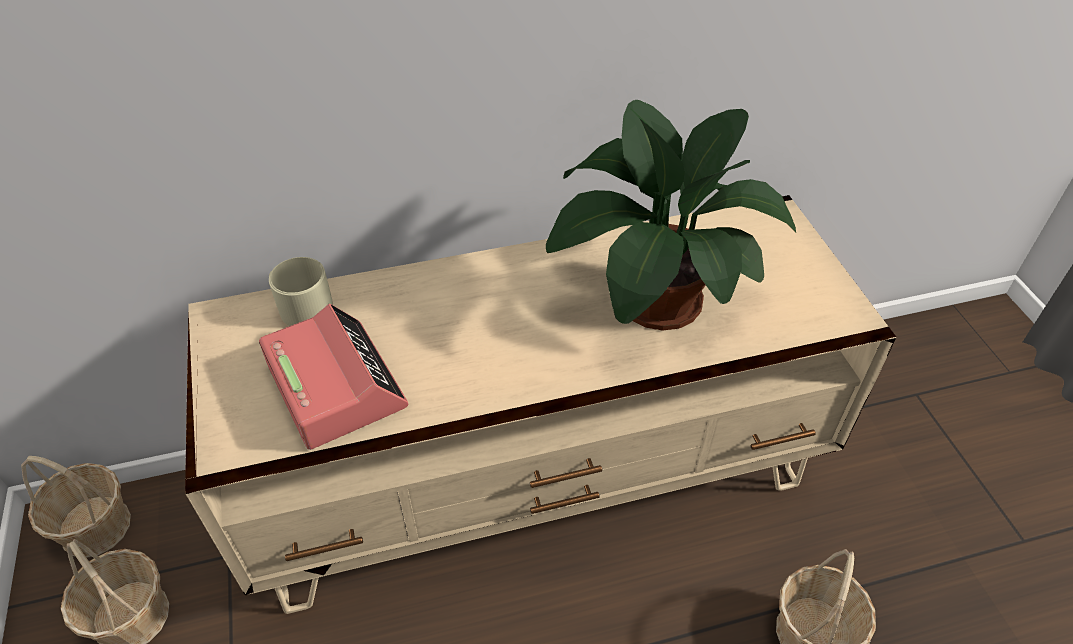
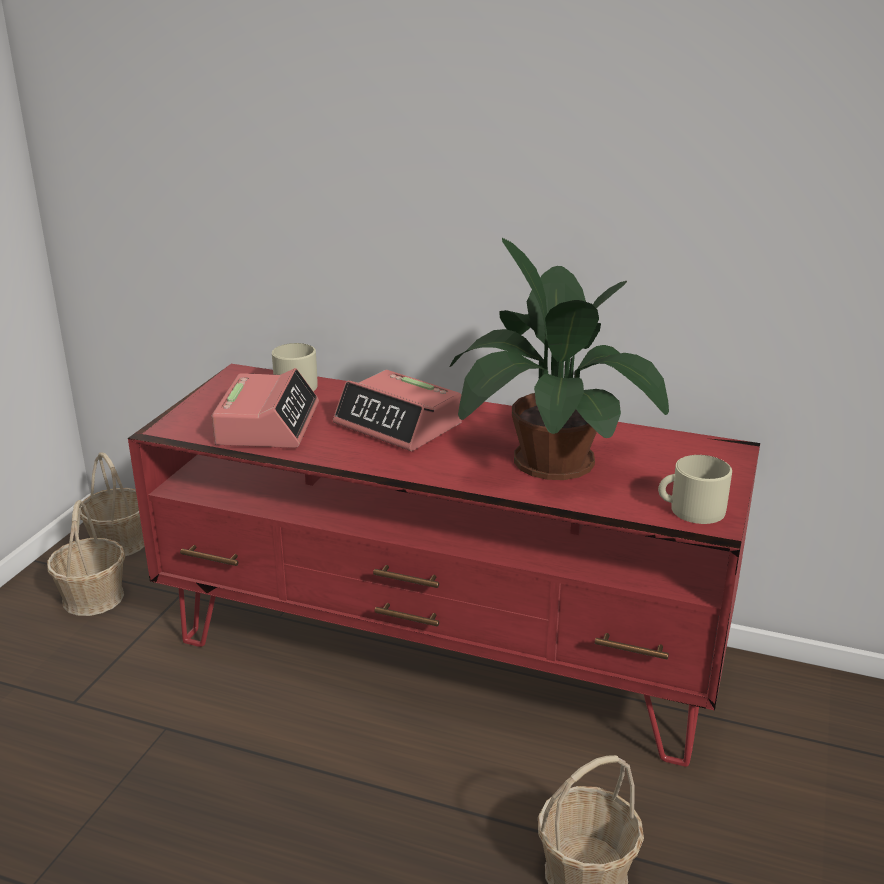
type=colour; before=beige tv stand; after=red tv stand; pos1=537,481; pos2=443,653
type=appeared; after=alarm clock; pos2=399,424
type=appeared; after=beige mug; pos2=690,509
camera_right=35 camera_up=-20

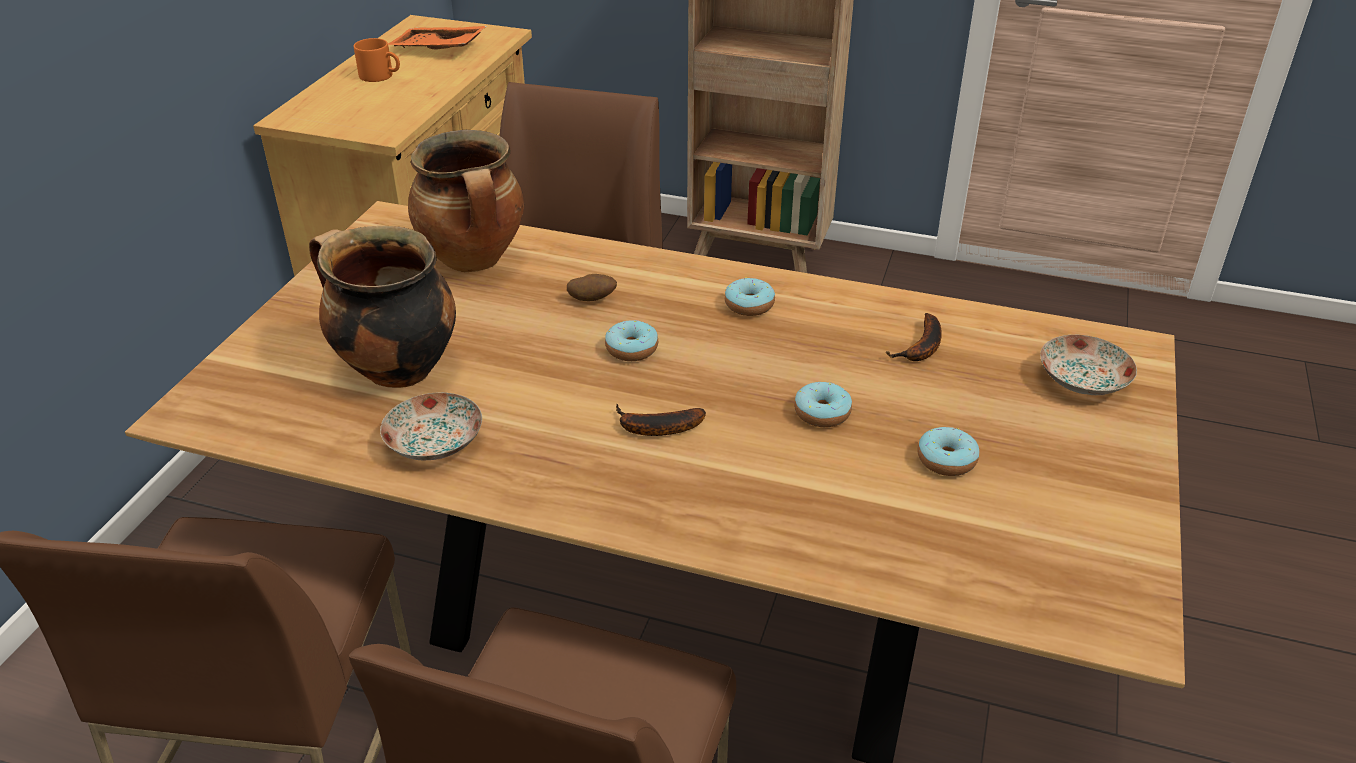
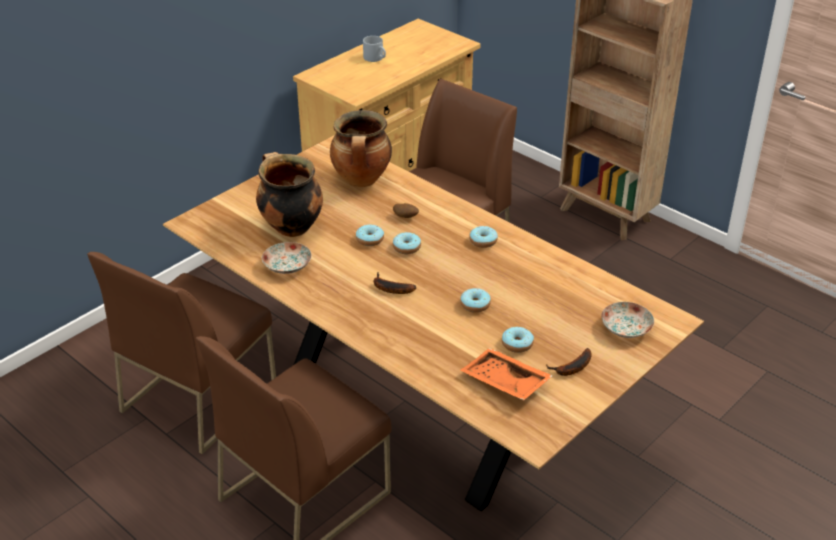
type=relocated; before=orange tray; pos1=437,49; pos2=504,383
type=colour; before=orange mug; after=grey mug; pos1=381,76; pos2=376,58
type=relocated; before=banana; pos1=922,348; pos2=572,368
type=appeared; after=donut; pos2=370,240
camera_right=25 camera_up=0

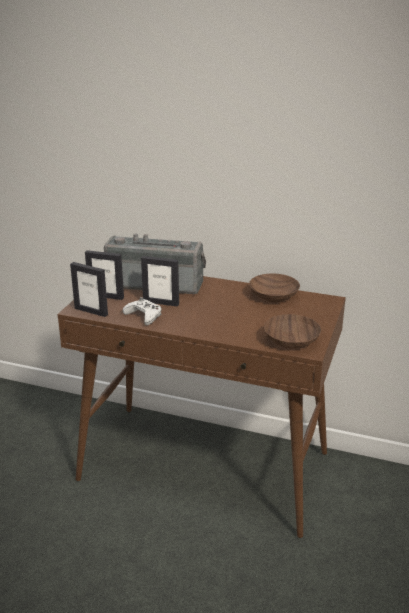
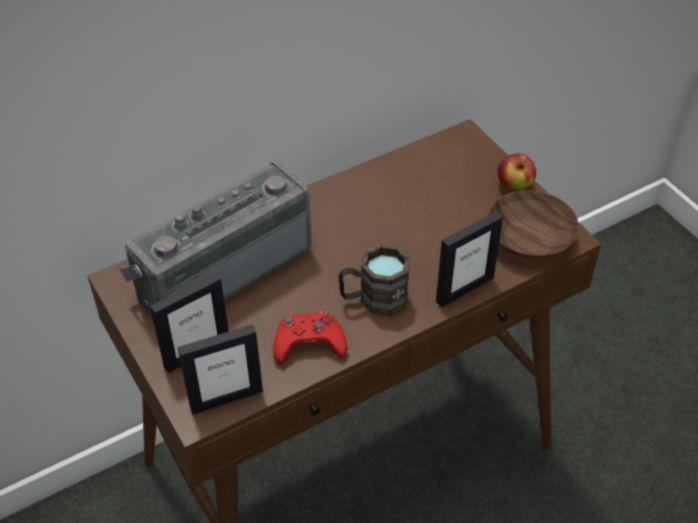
type=relocated; before=picture frame; pos1=161,303; pos2=464,289
type=missing; before=brown bowl; pos1=275,296
type=colour; before=white game controller; after=red game controller; pos1=144,316; pos2=309,343
type=appeared; after=apple; pos2=514,185
type=appeared; after=brown mug; pos2=373,299
camera_right=-50 camera_up=20

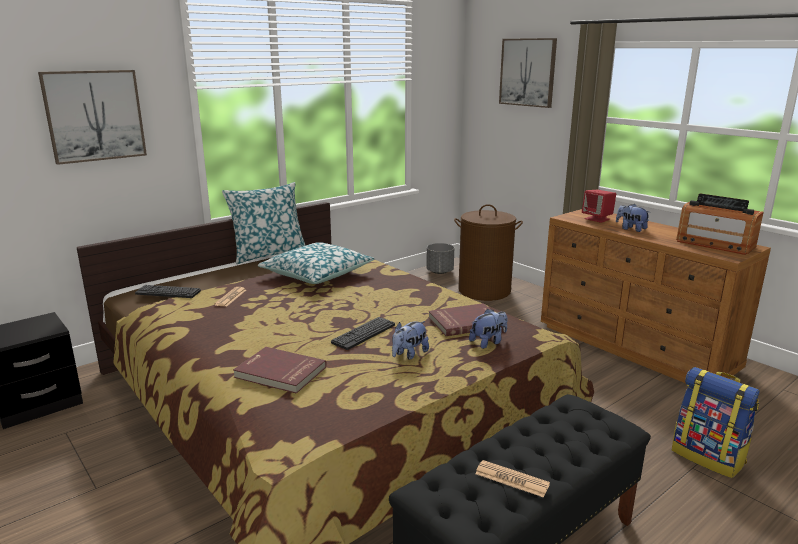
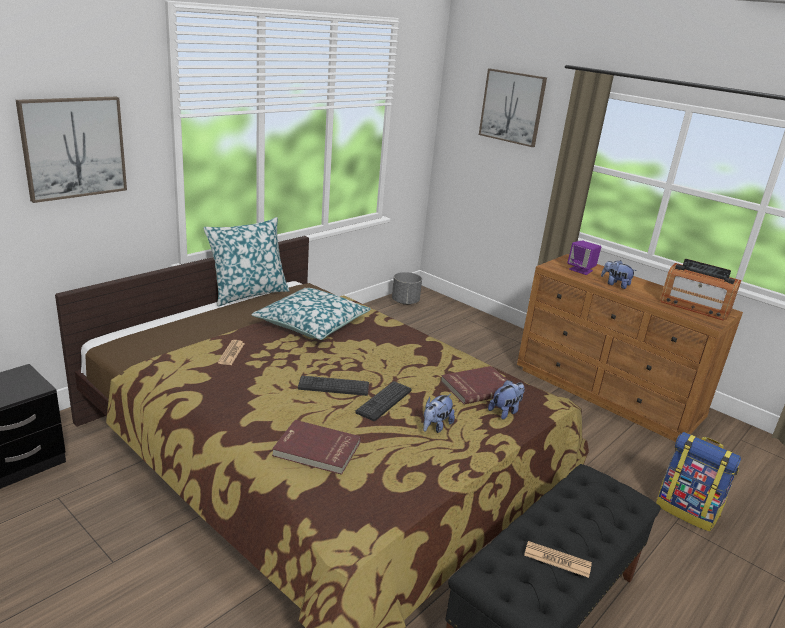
type=colour; before=red speaker; after=purple speaker; pos1=597,219; pos2=581,270
type=missing; before=brown laundry basket; pos1=484,291
type=relocated; before=keyboard; pos1=168,292; pos2=333,386
camera_right=-10 camera_up=5

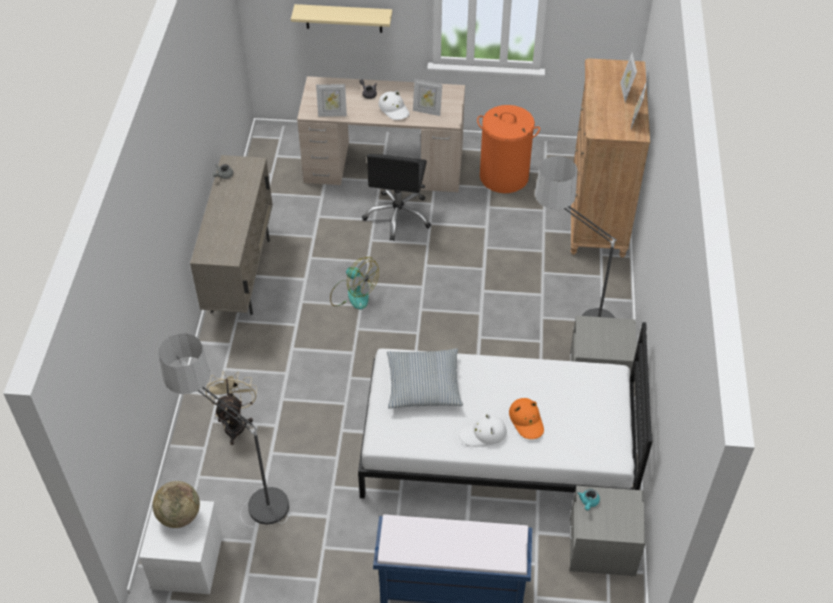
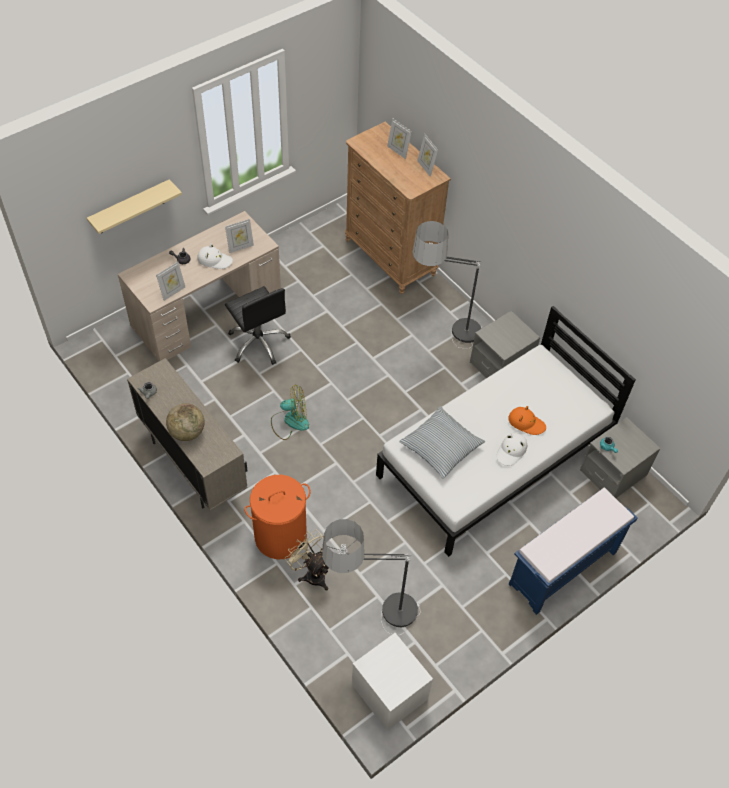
type=relocated; before=orange laundry basket; pos1=504,176; pos2=280,536
type=relocated; before=globe; pos1=179,516; pos2=187,432
camera_right=-45 camera_up=5

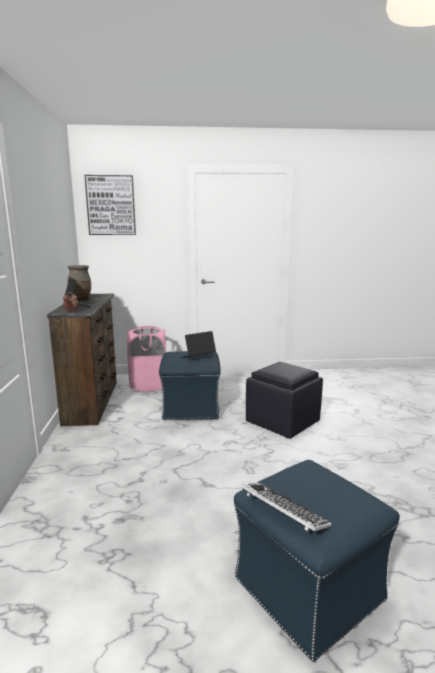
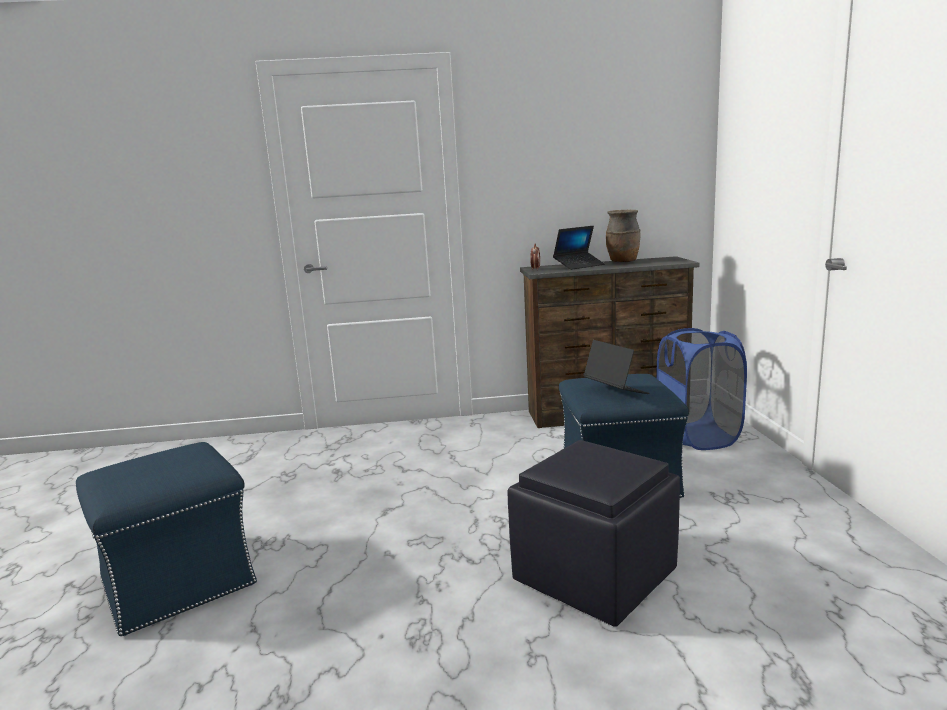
type=missing; before=picture; pos1=111,205
type=colour; before=pink laundry basket; after=blue laundry basket; pos1=149,385; pos2=697,437
type=missing; before=keyboard; pos1=283,511
camera_right=90 camera_up=0

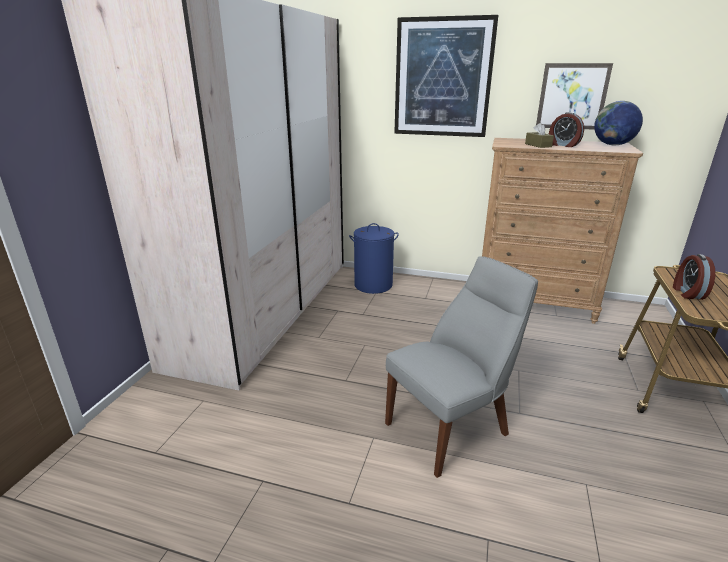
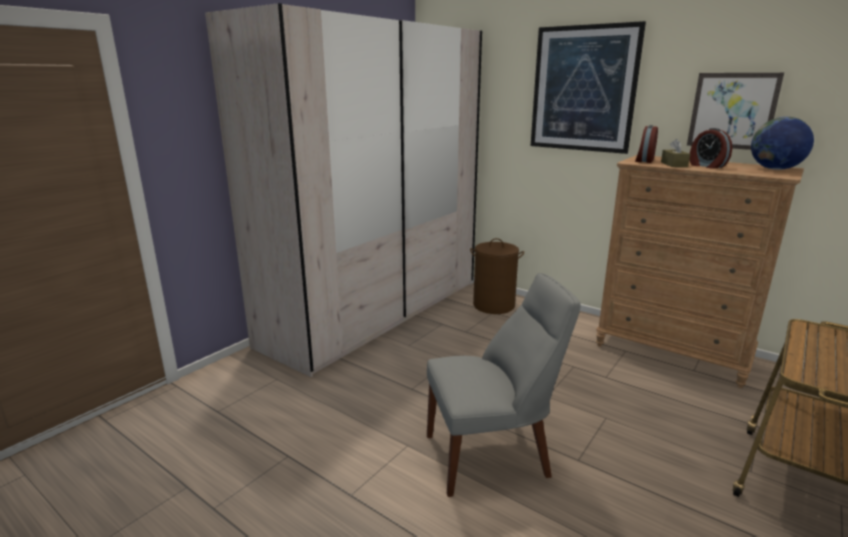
type=colour; before=blue laundry basket; after=brown laundry basket; pos1=373,285; pos2=494,305
type=relocated; before=alarm clock; pos1=687,293; pos2=644,160
camera_right=20 camera_up=-5

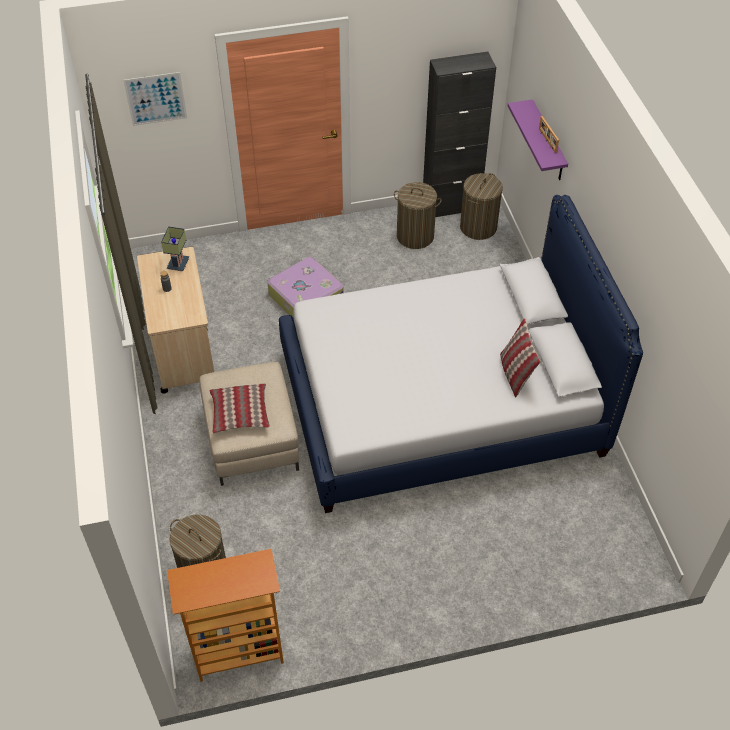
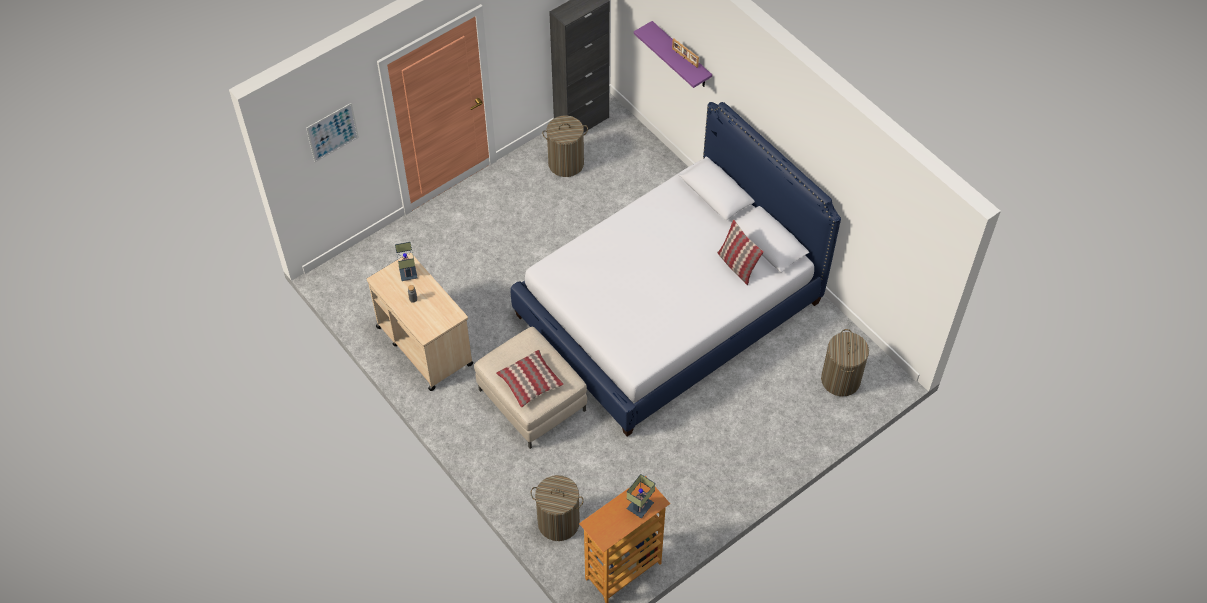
type=relocated; before=laundry basket; pos1=478,227; pos2=840,379
type=missing; before=suitcase; pos1=305,297
type=appeared; after=table lamp; pos2=639,505
camera_right=-25 camera_up=5

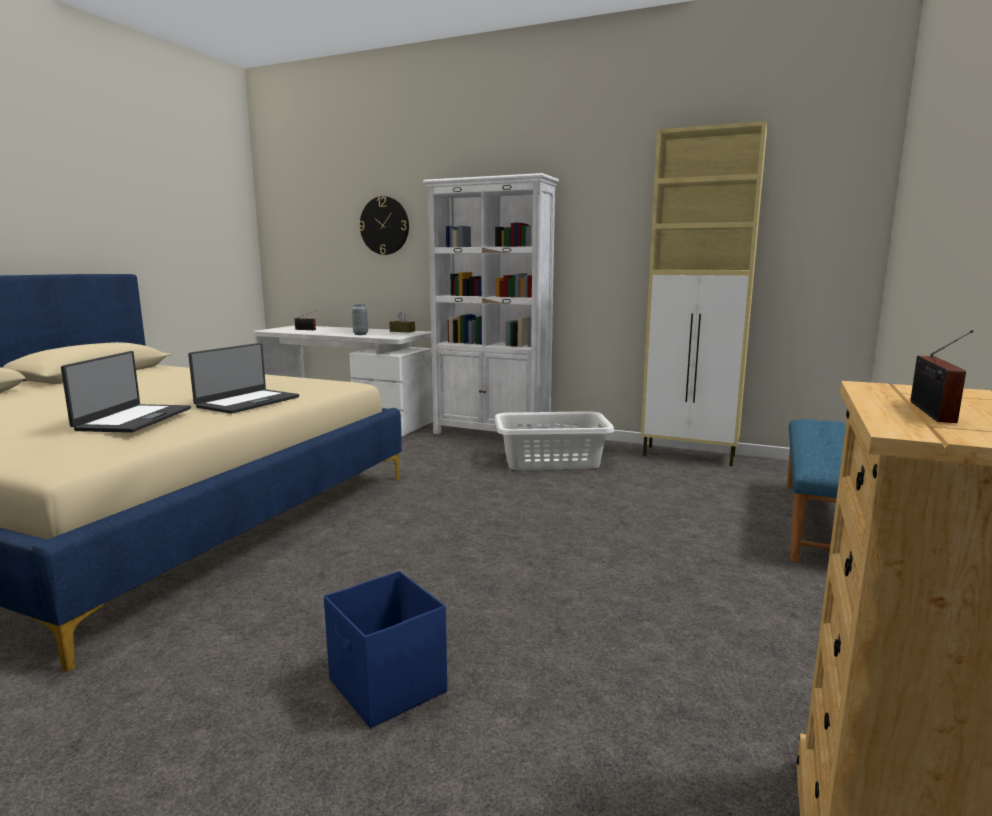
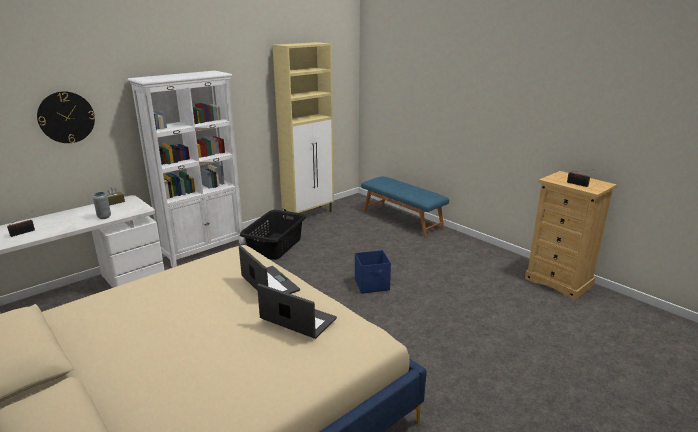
type=colour; before=white laundry basket; after=black laundry basket; pos1=552,461; pos2=276,246
type=relocated; before=blue storage box; pos1=387,687; pos2=372,285
camera_right=-65 camera_up=10

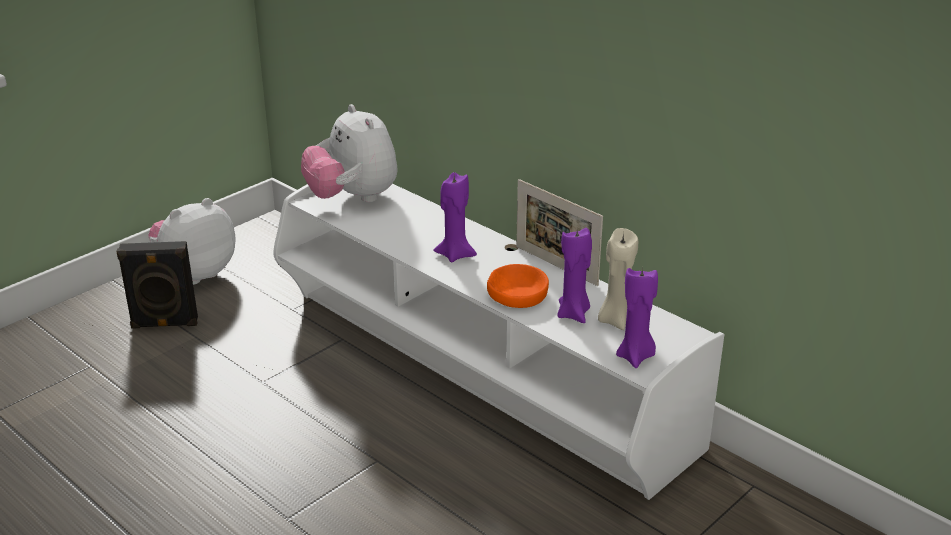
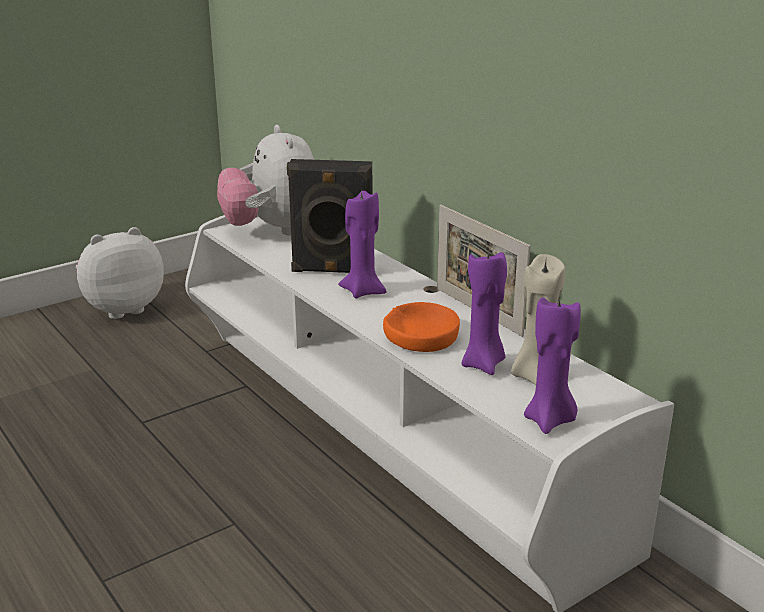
type=relocated; before=black speaker; pos1=164,324; pos2=332,270
camera_right=10 camera_up=-5

